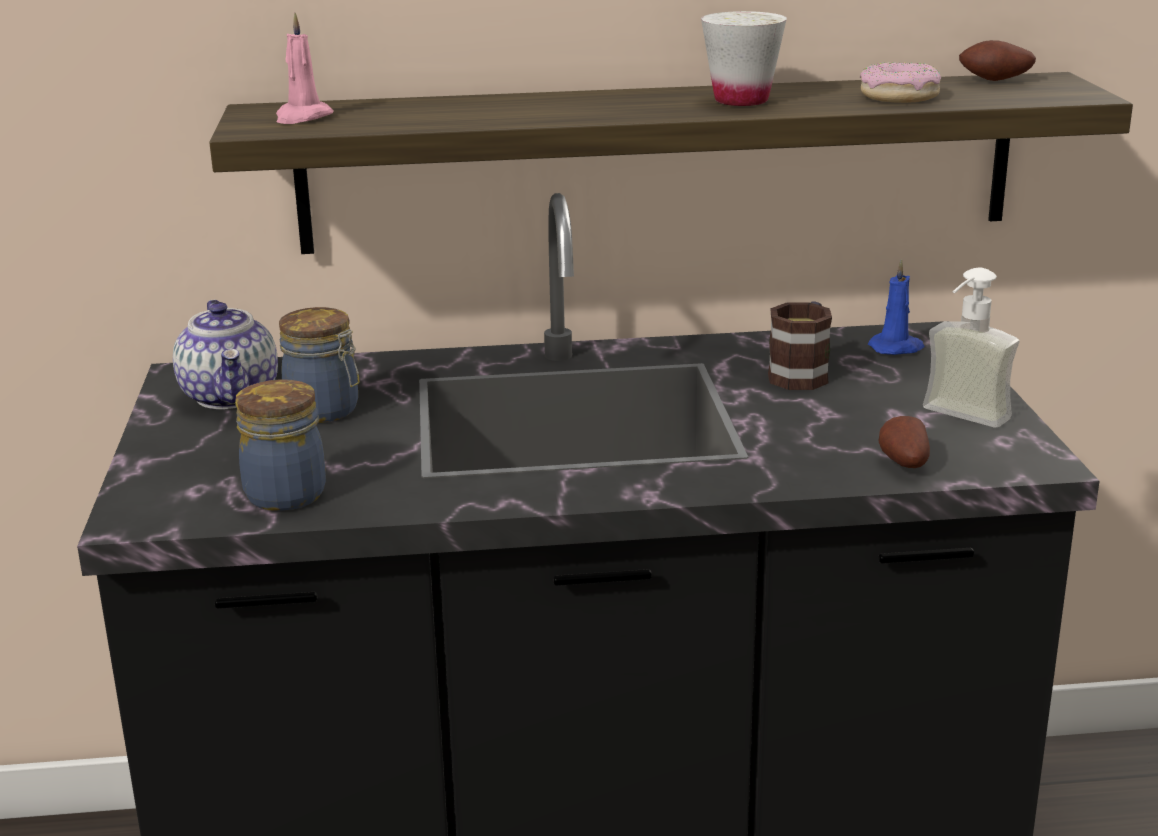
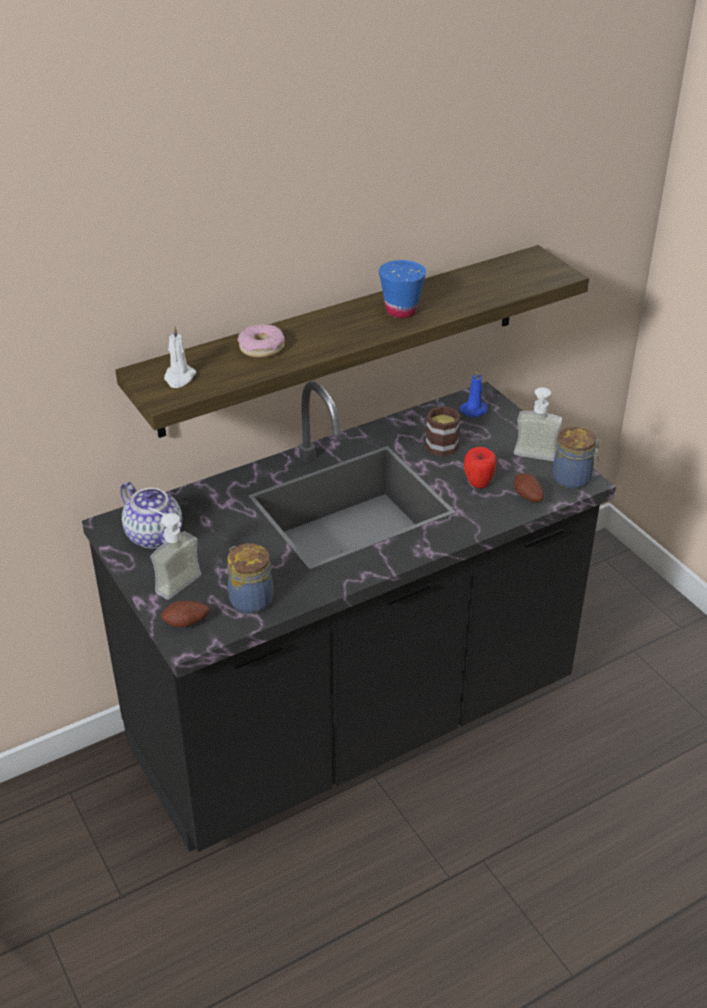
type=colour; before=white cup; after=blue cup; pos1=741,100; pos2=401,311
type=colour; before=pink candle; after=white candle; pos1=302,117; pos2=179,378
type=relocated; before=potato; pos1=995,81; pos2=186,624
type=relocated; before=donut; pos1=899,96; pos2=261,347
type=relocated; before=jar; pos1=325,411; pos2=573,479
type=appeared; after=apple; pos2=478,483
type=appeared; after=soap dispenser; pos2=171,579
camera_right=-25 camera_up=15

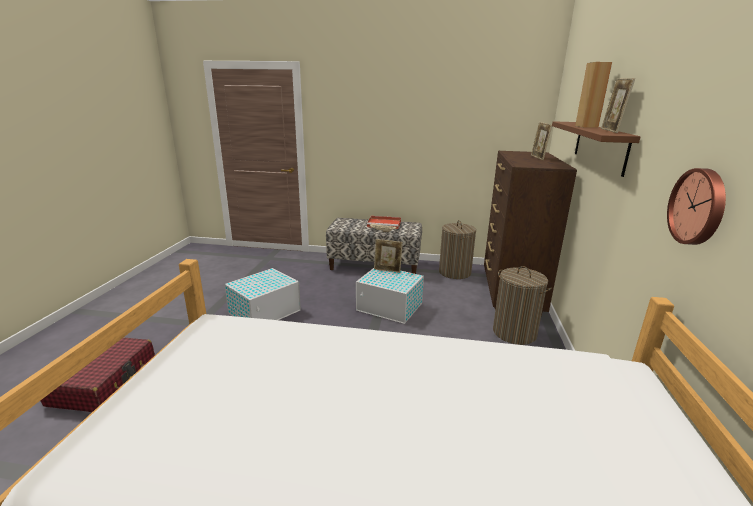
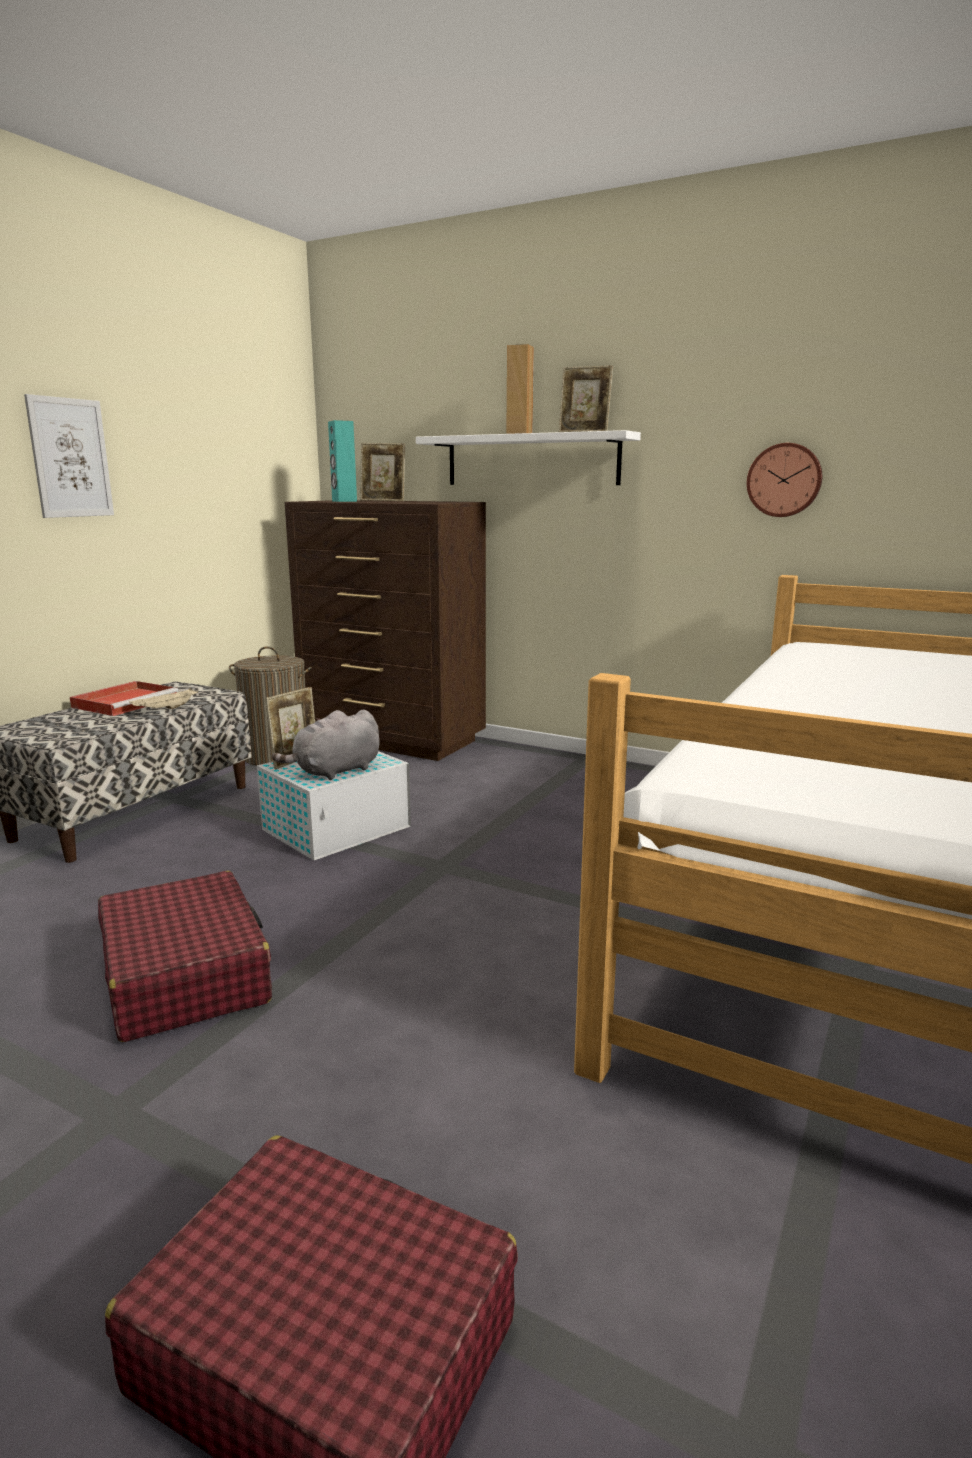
type=colour; before=brown shelf; after=white shelf; pos1=599,146; pos2=531,460
type=missing; before=laundry basket; pos1=514,333
type=exchanged; before=white storage box; after=red suitcase; pos1=266,311; pos2=186,975
type=appeared; after=picture; pos2=70,458
type=appeared; after=turquoise speaker; pos2=344,501
type=appeared; after=grey plush toy; pos2=335,771
camera_right=-70 camera_up=-5

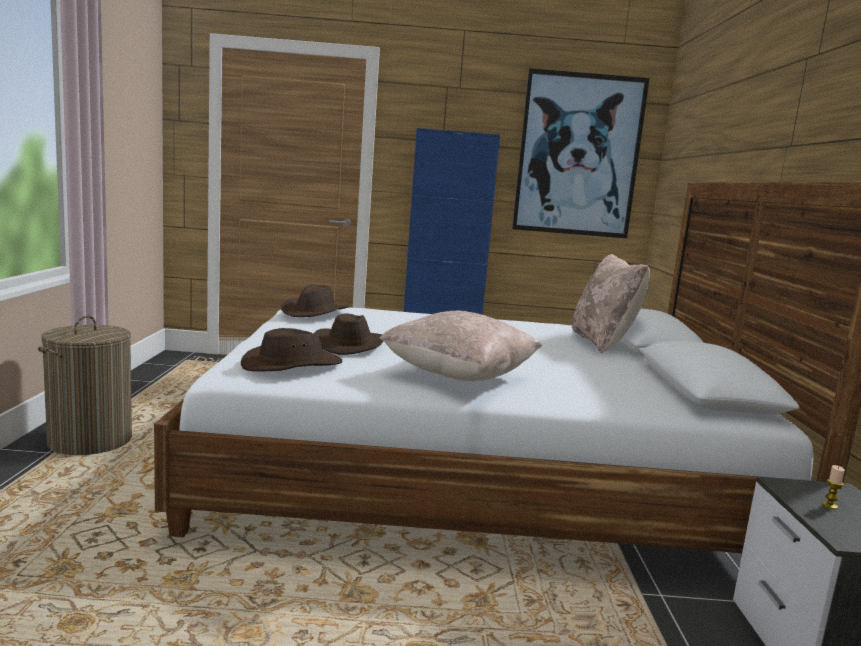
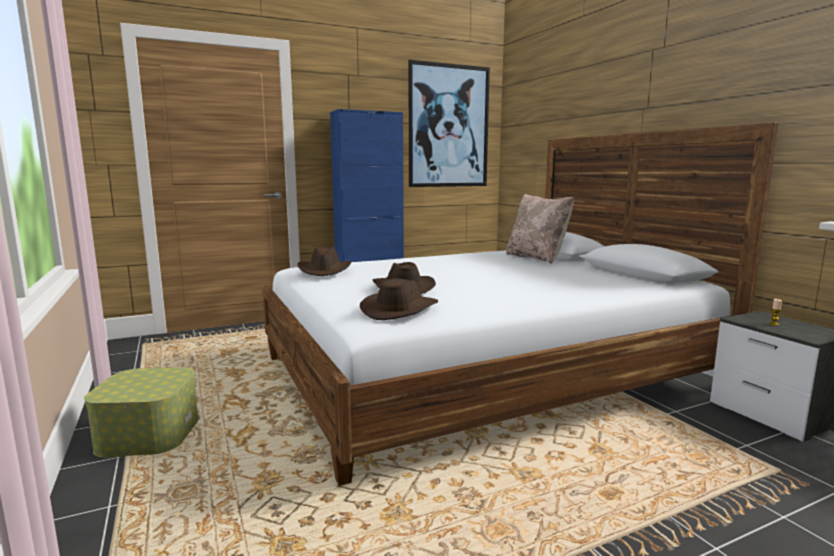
type=missing; before=beige pillow; pos1=459,376
type=exchanged; before=laundry basket; after=storage box; pos1=90,441; pos2=148,434
camera_right=-25 camera_up=0

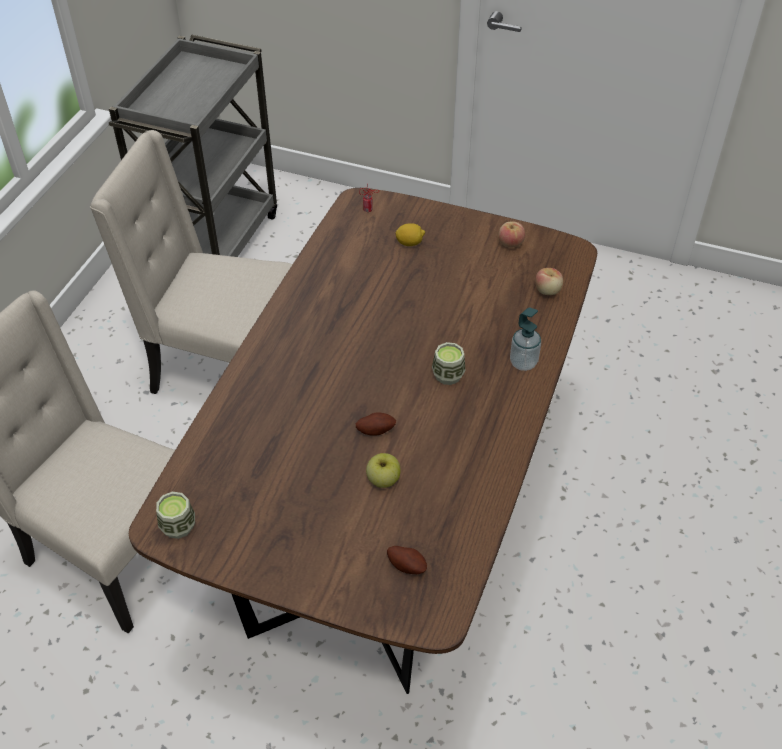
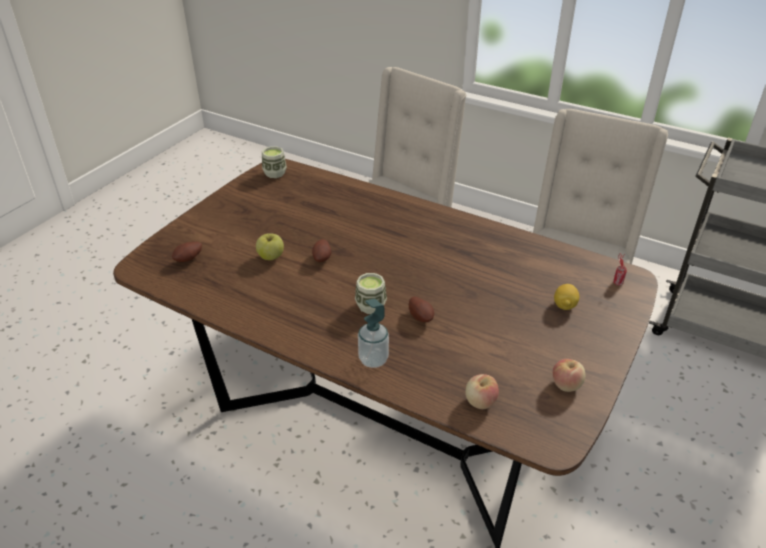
type=appeared; after=potato; pos2=421,317
camera_right=100 camera_up=-10

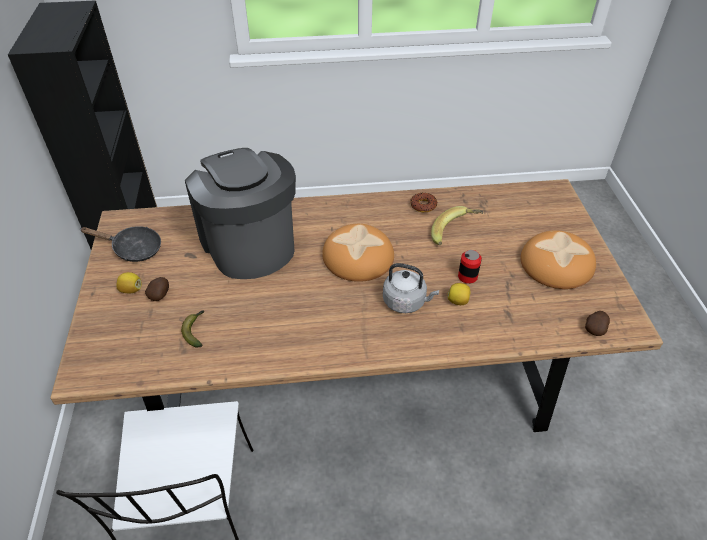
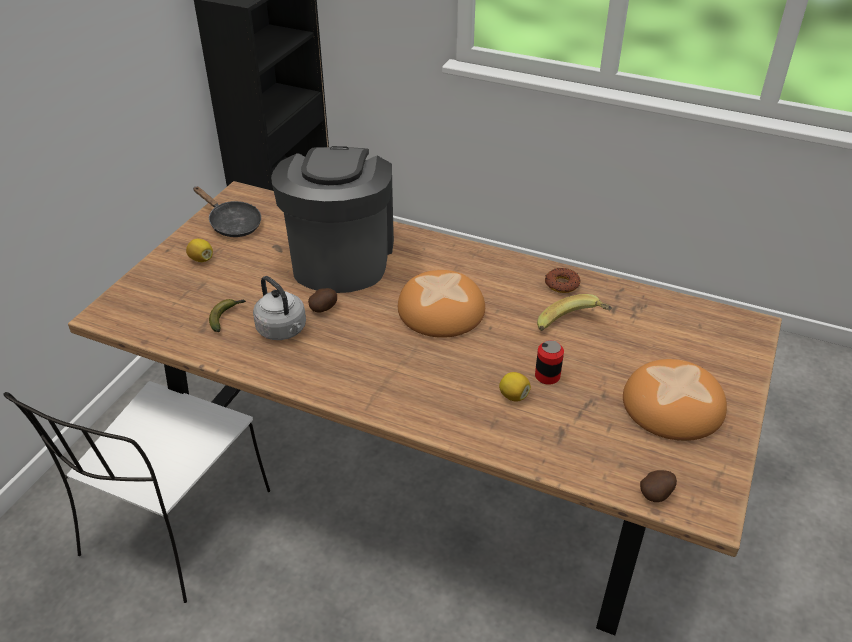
type=relocated; before=grey kettle; pos1=406,302; pos2=283,330
type=relocated; before=potato; pos1=160,295; pos2=324,308
camera_right=30 camera_up=-5

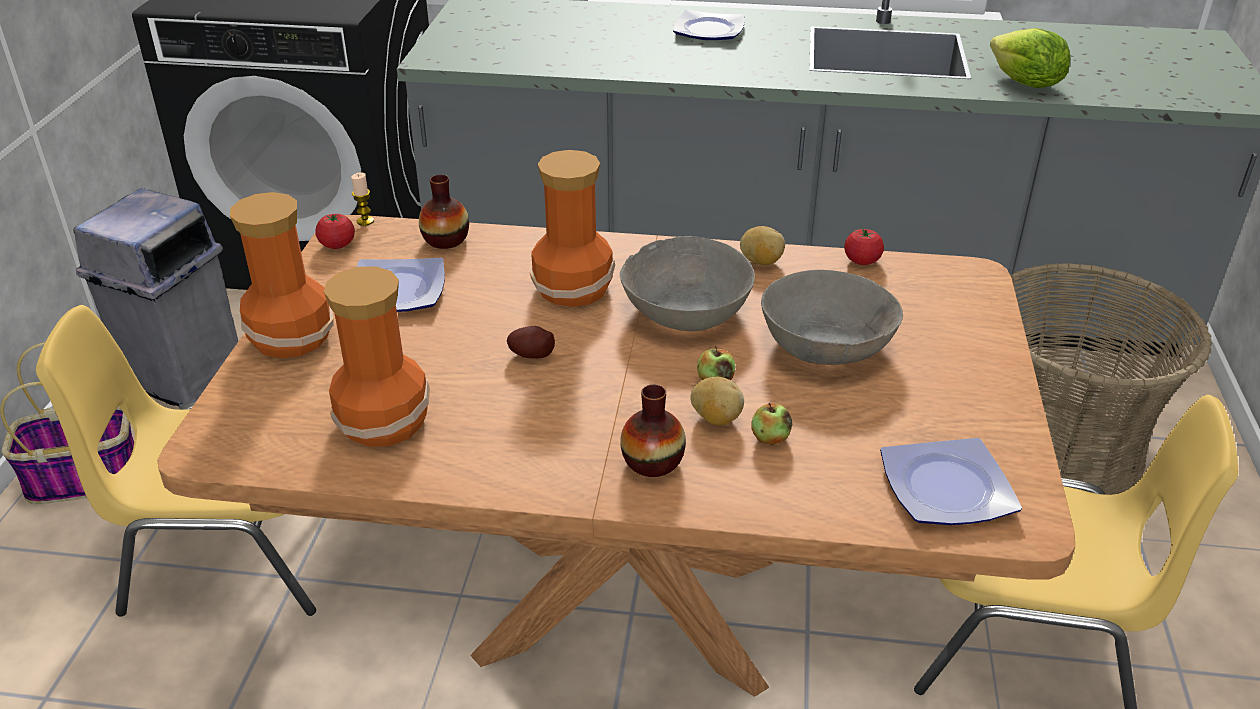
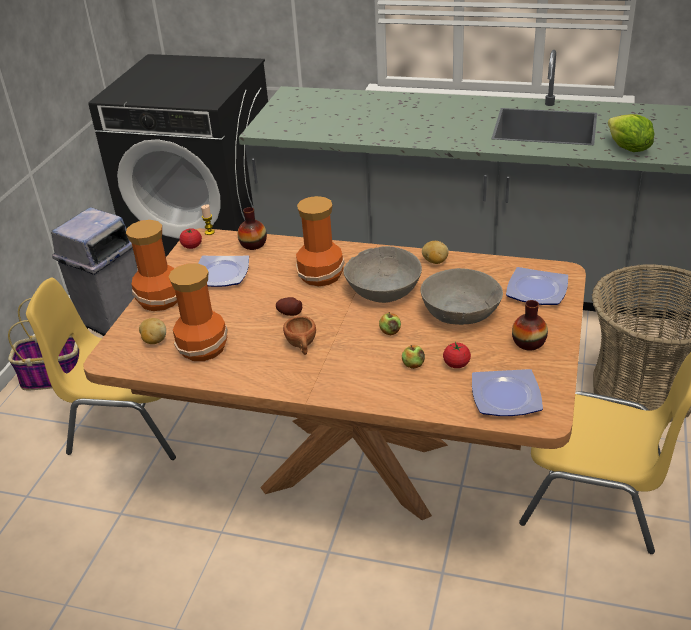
type=relocated; before=plate; pos1=707,31; pos2=535,291
type=relocated; before=tomato; pos1=862,260; pos2=456,364
type=relocated; before=potato; pos1=715,418; pos2=154,340
type=relocated; before=vase; pos1=652,462; pos2=528,343
type=appeared; after=brown cup; pos2=302,346
camera_right=10 camera_up=0

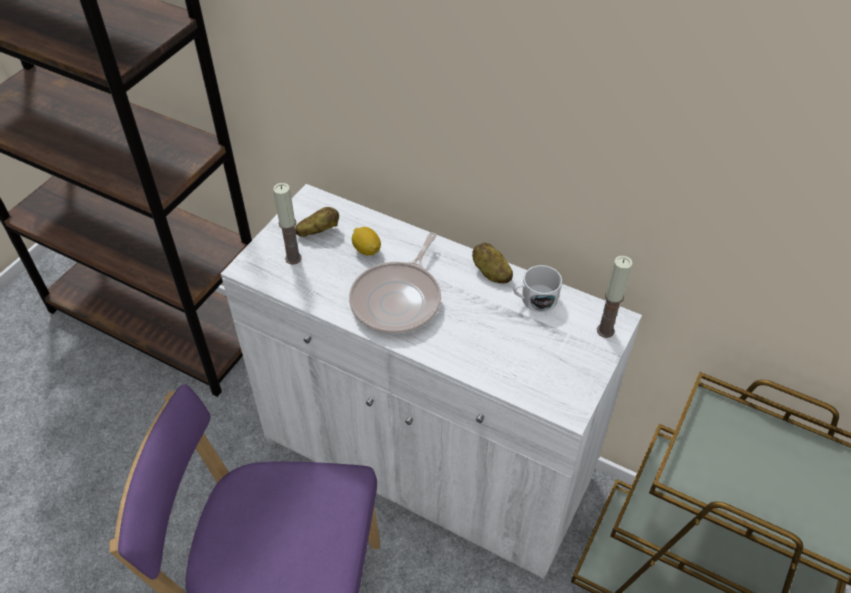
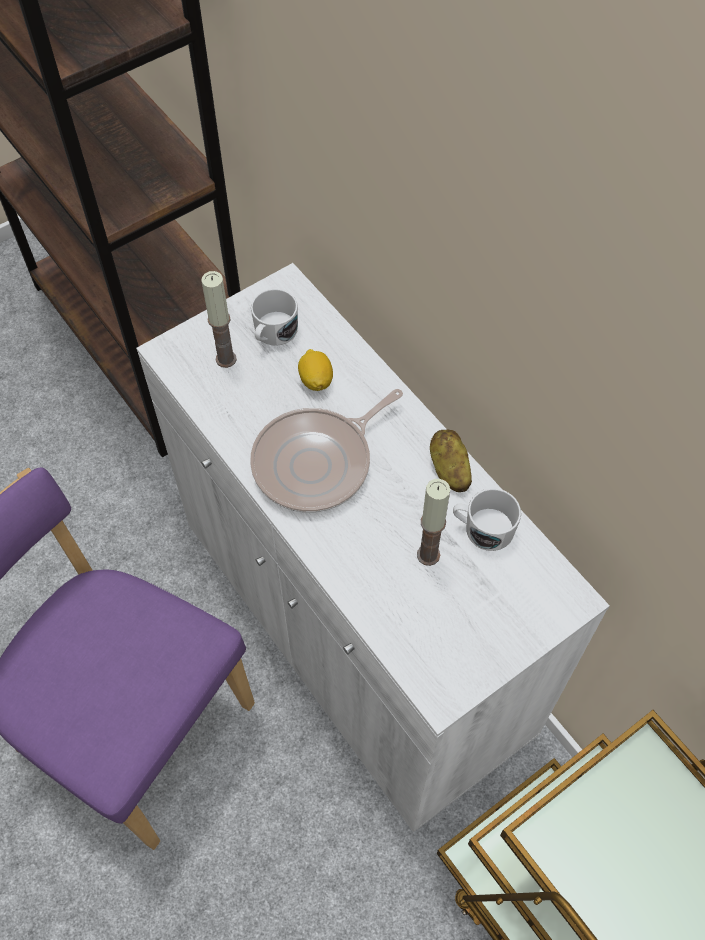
type=exchanged; before=potato; after=white mug; pos1=318,231; pos2=273,333
type=relocated; before=candle; pos1=605,330; pos2=428,555
camera_right=25 camera_up=10

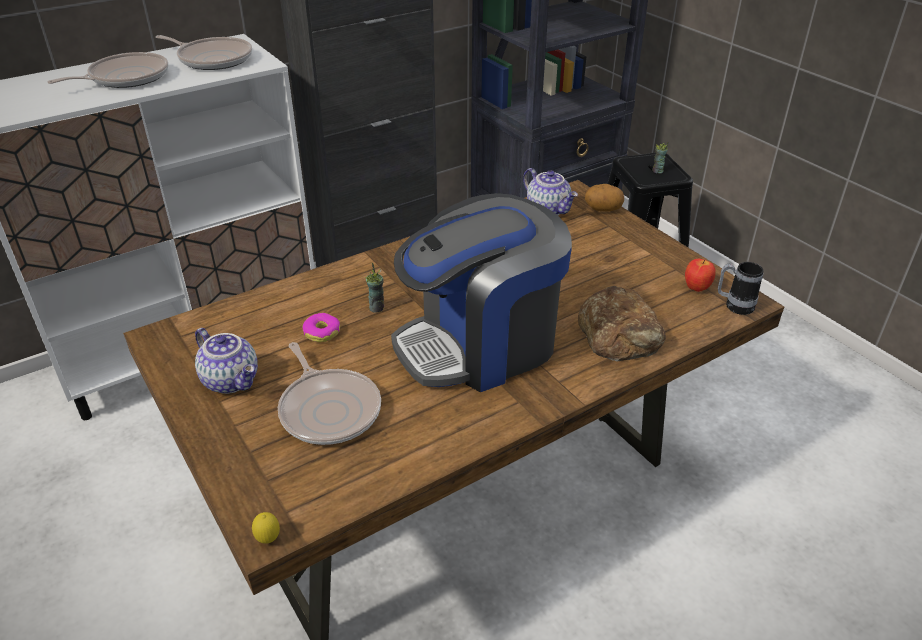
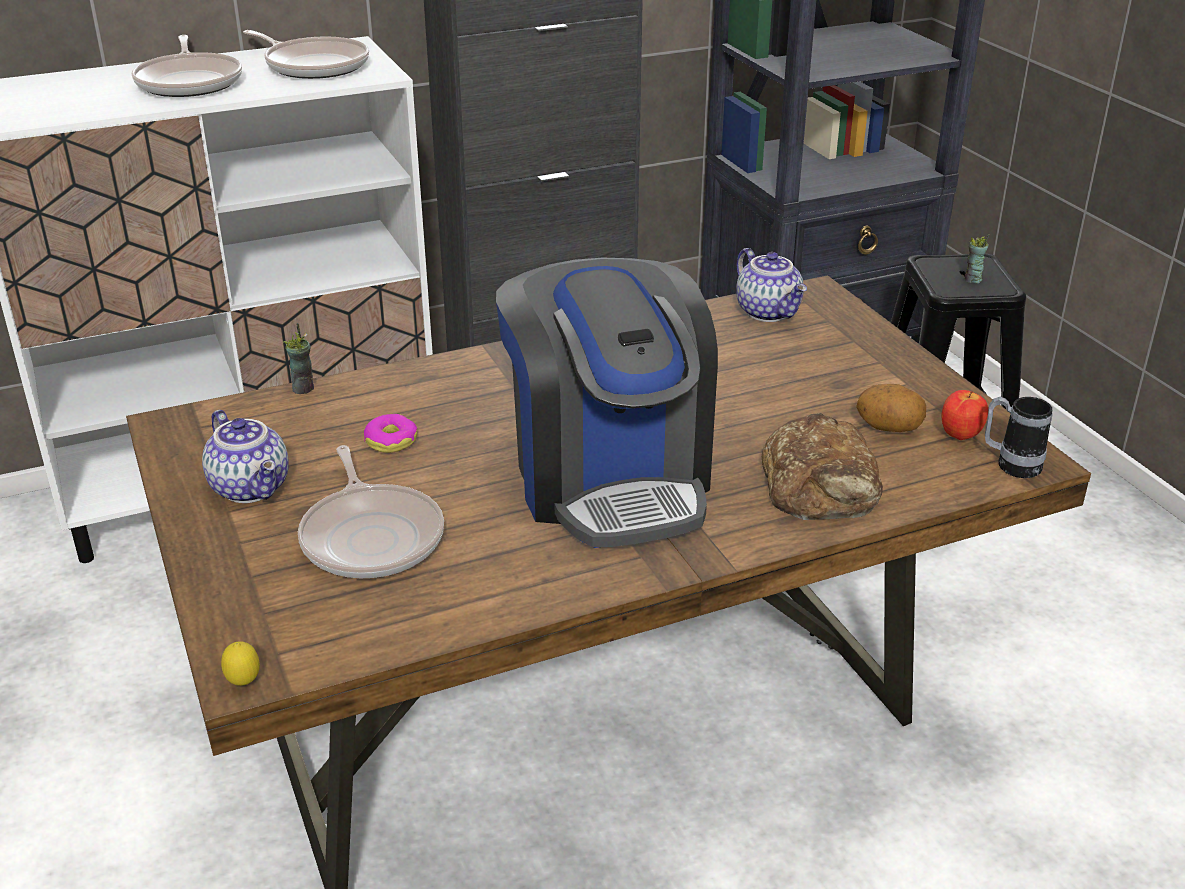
type=spun; before=frying pan; pos1=125,78; pos2=190,82; turn=105
type=relocated; before=potato; pos1=603,209; pos2=888,428
type=spun; before=coffee machine; pos1=480,345; pos2=609,479; turn=-90
type=relocated; before=cup; pos1=377,307; pos2=303,388
camera_right=10 camera_up=-5

